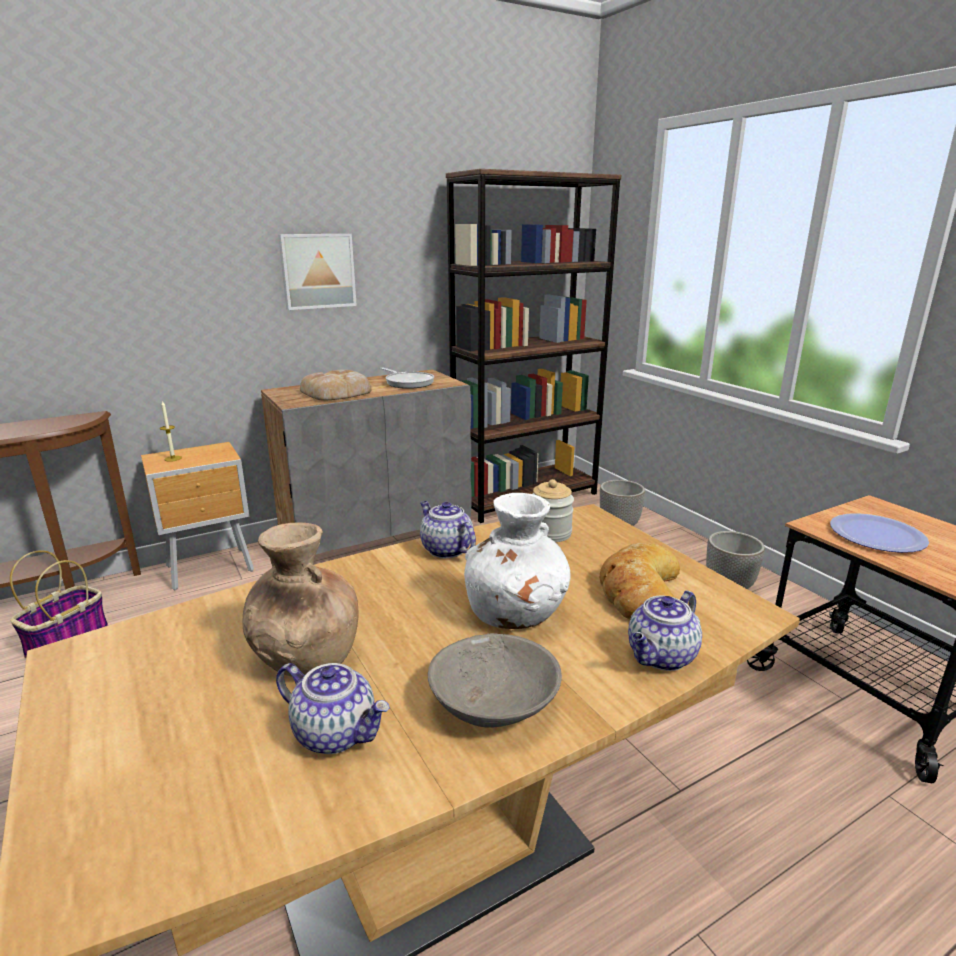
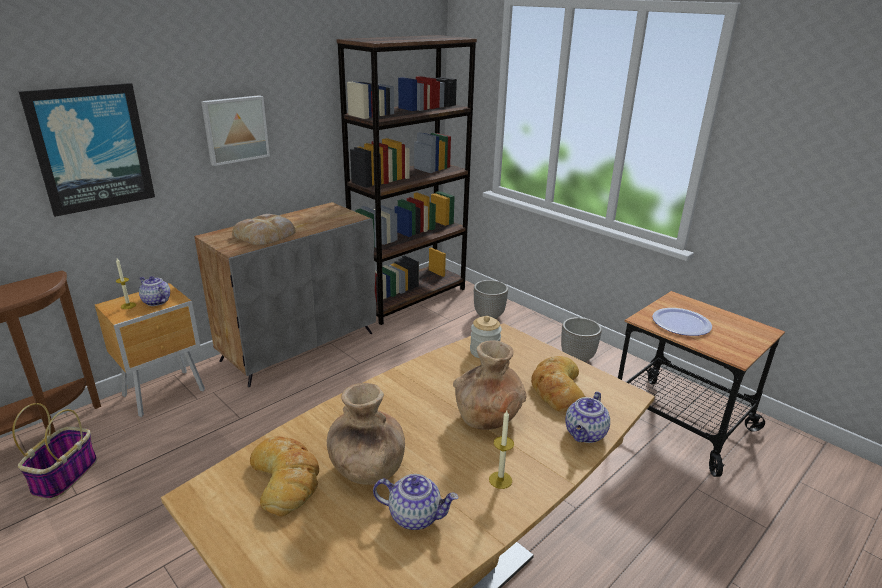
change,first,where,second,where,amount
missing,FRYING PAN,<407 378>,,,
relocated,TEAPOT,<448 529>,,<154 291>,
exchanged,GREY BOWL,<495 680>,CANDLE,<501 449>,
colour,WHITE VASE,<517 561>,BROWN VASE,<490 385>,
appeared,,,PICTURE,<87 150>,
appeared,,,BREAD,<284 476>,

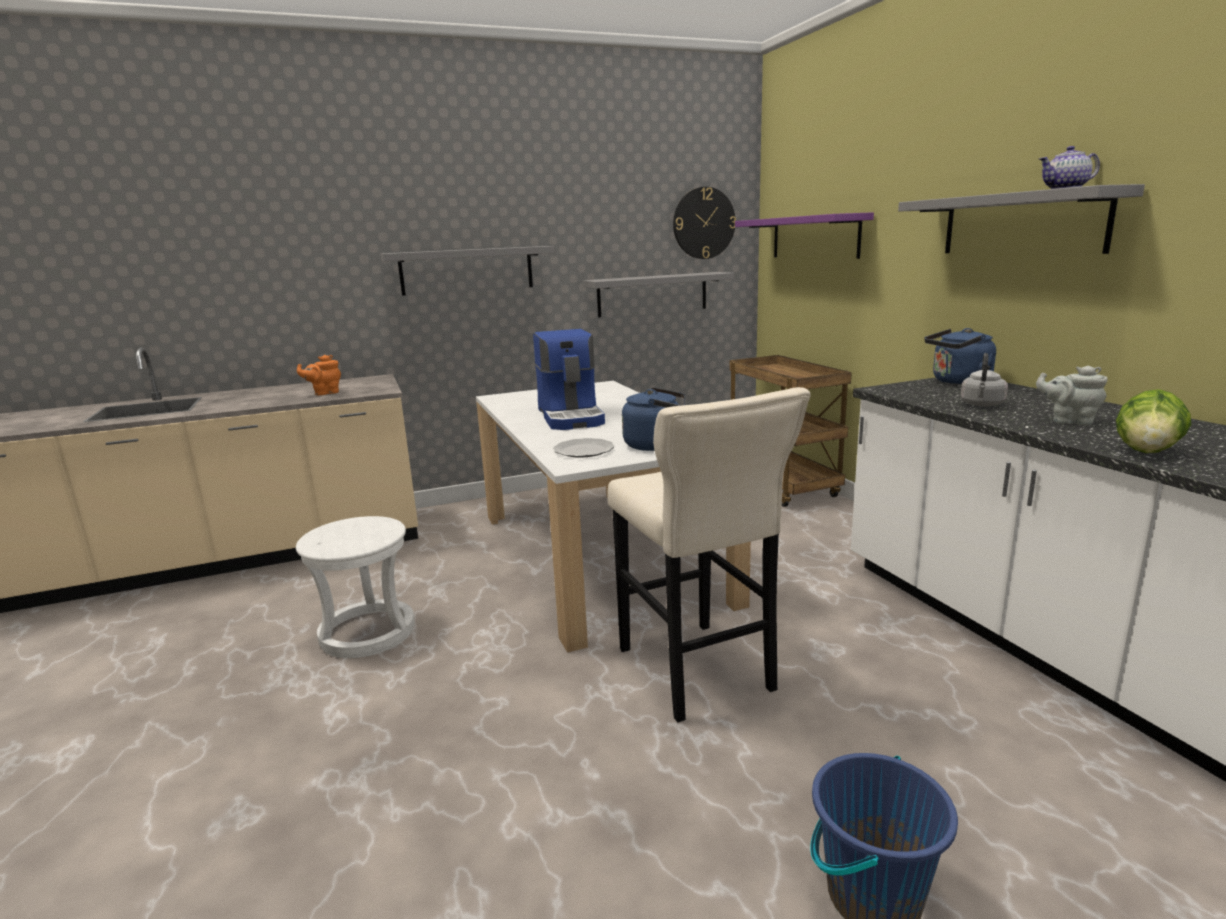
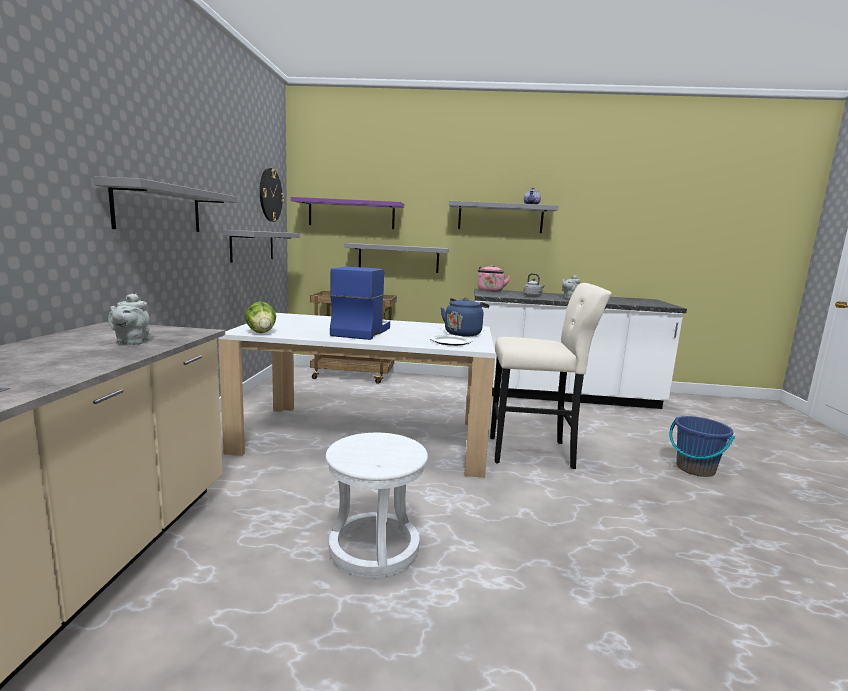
change,first,where,second,where,amount
colour,ORANGE TEAPOT,<319 375>,GREY TEAPOT,<129 319>,
spun,COFFEE MACHINE,<569 379>,,<360 303>,90 degrees counterclockwise
colour,BLUE KETTLE,<960 356>,PINK KETTLE,<494 278>,
relocated,LETTUCE,<1153 421>,,<260 317>,
appeared,,,GREY SHELF,<396 258>,

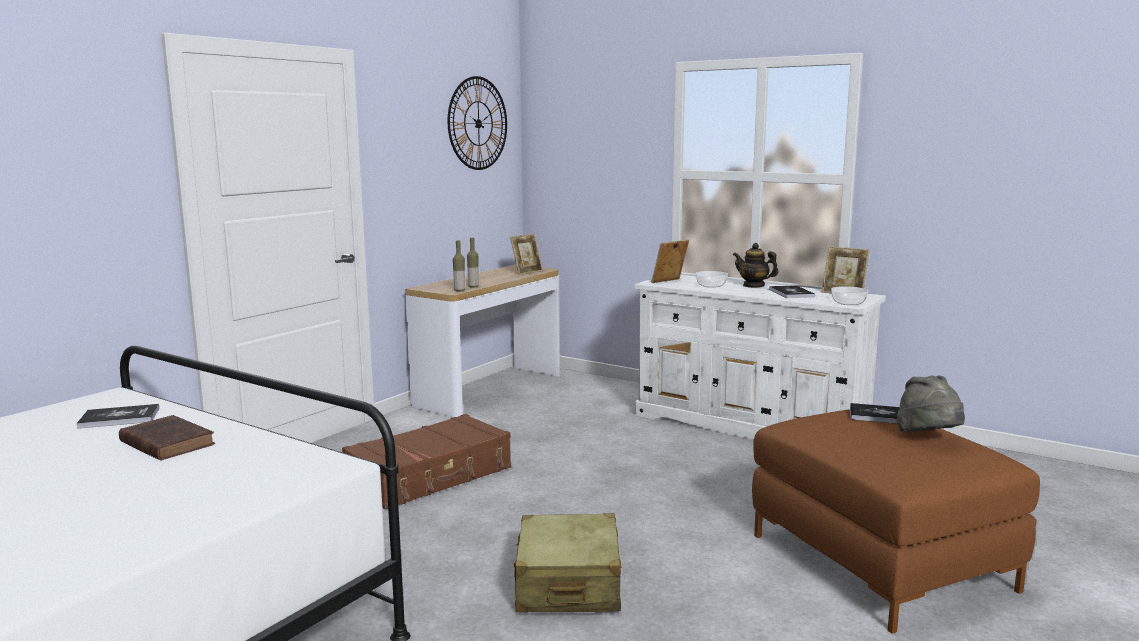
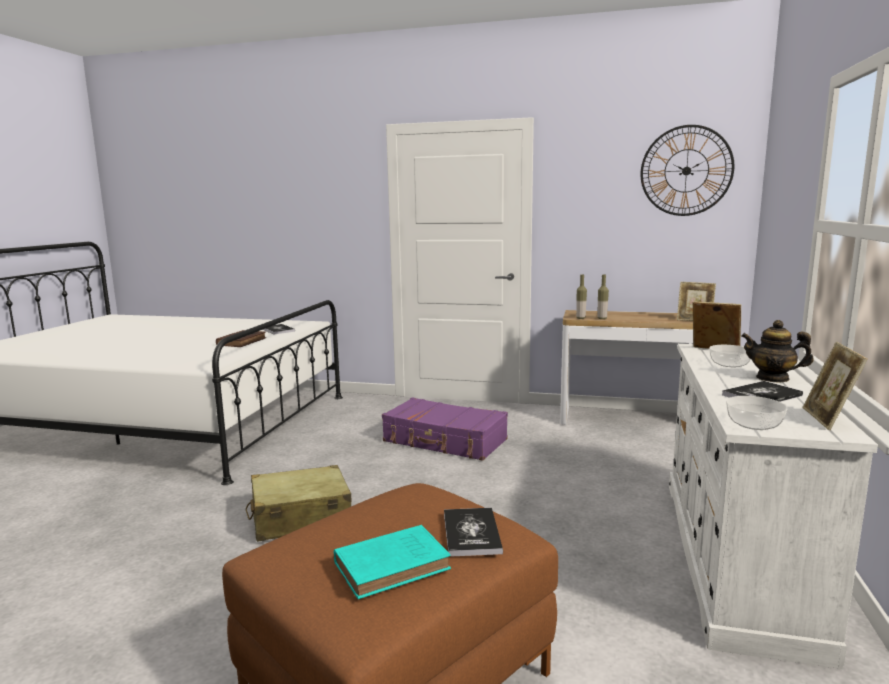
change,first,where,second,where,amount
colour,BROWN SUITCASE,<426 461>,PURPLE SUITCASE,<445 429>,
spun,TEAPOT,<756 265>,,<778 351>,75 degrees counterclockwise
exchanged,GREY HAT,<931 404>,TURQUOISE BOOK,<392 562>,

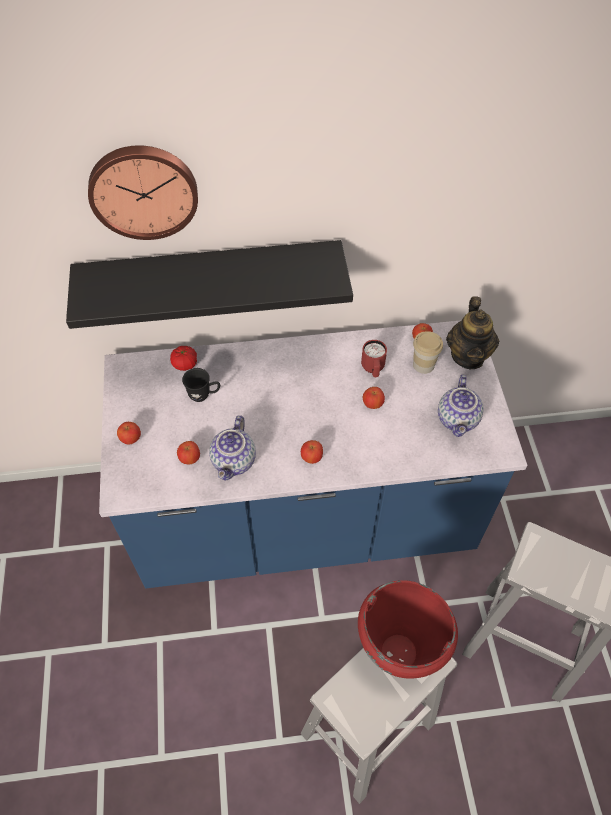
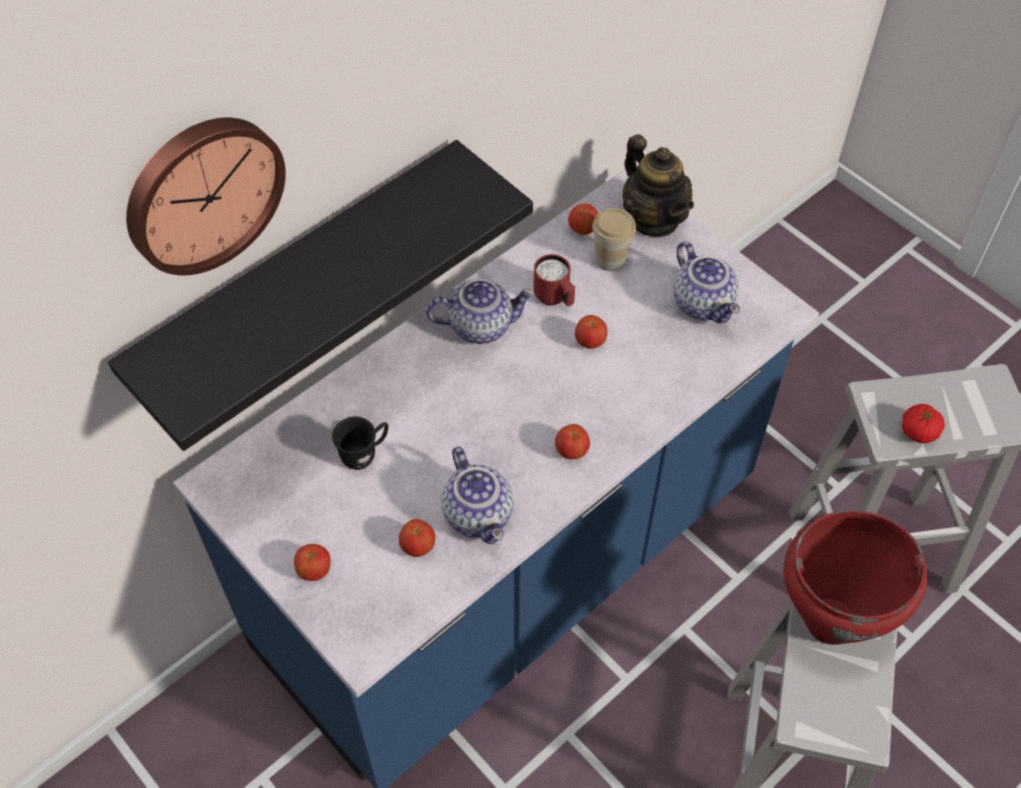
change,first,where,second,where,amount
relocated,TOMATO,<183 358>,,<923 423>,
appeared,,,TEAPOT,<480 311>,

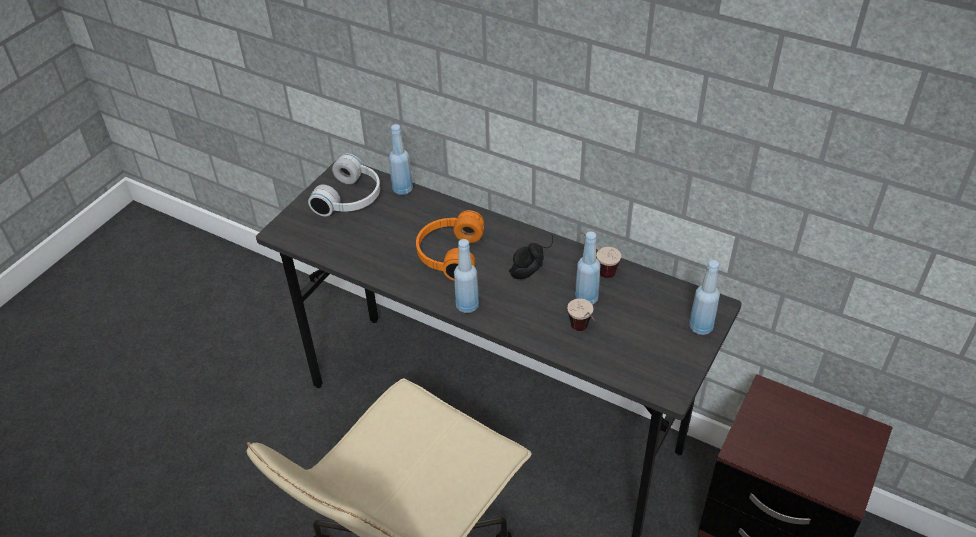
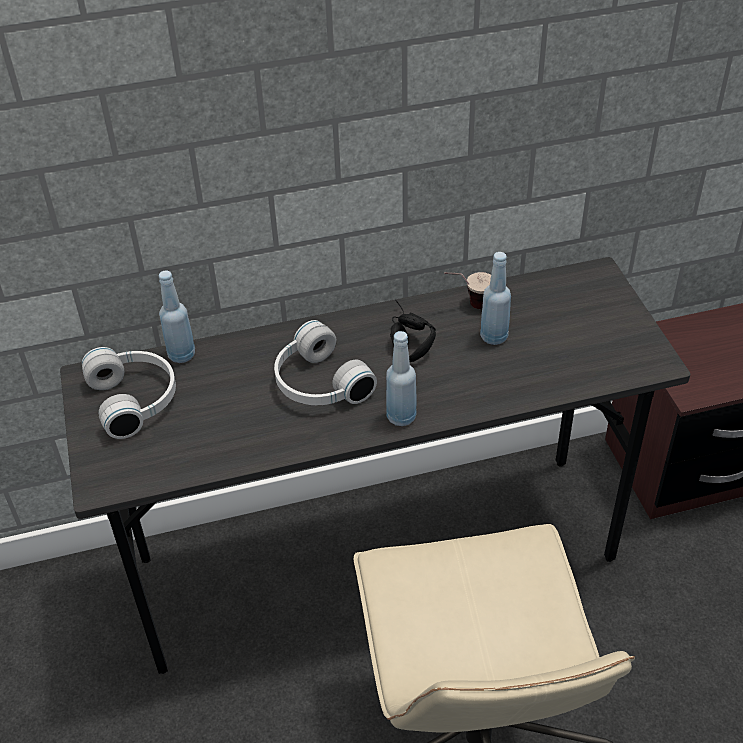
change,first,where,second,where,amount
colour,ORANGE HEADPHONES,<450 245>,WHITE HEADPHONES,<325 362>,
missing,CUP,<581 315>,,,
missing,BLUE BOTTLE,<704 297>,,,

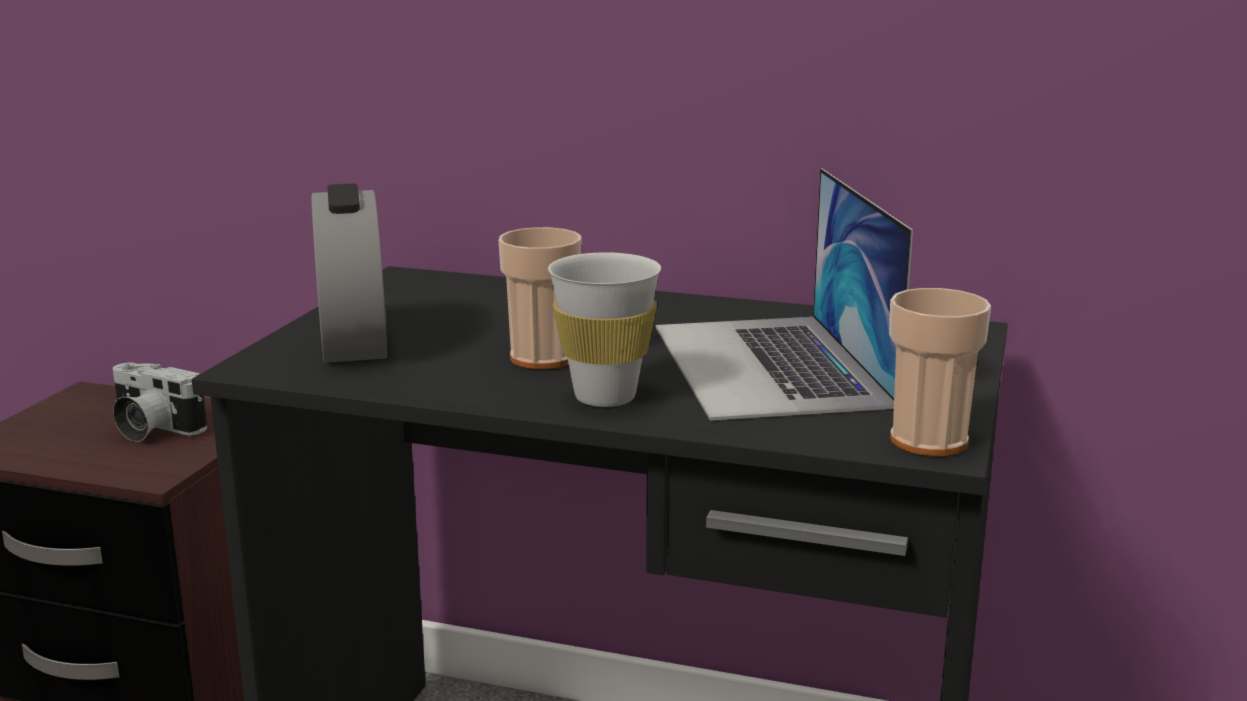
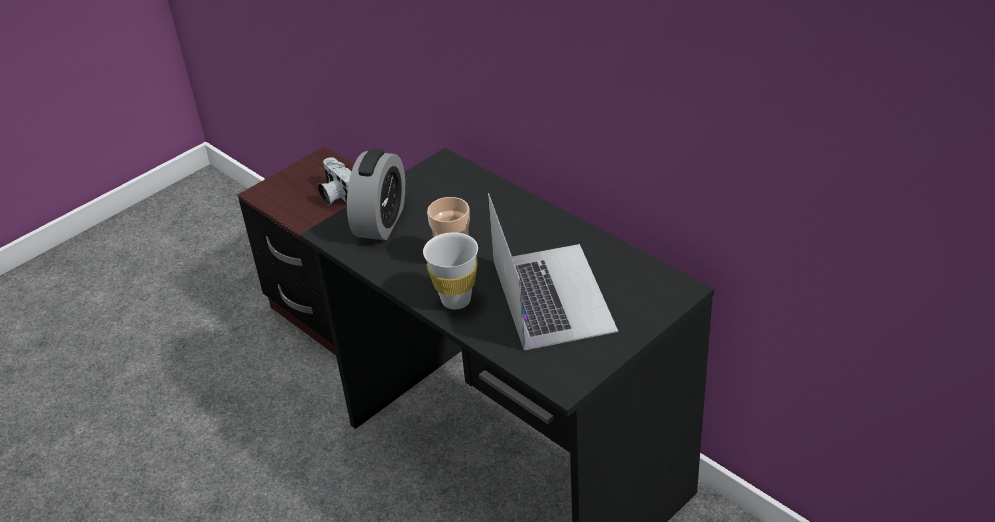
change,first,where,second,where,amount
spun,LAPTOP,<784 294>,,<553 272>,150 degrees clockwise
missing,CUP,<940 372>,,,

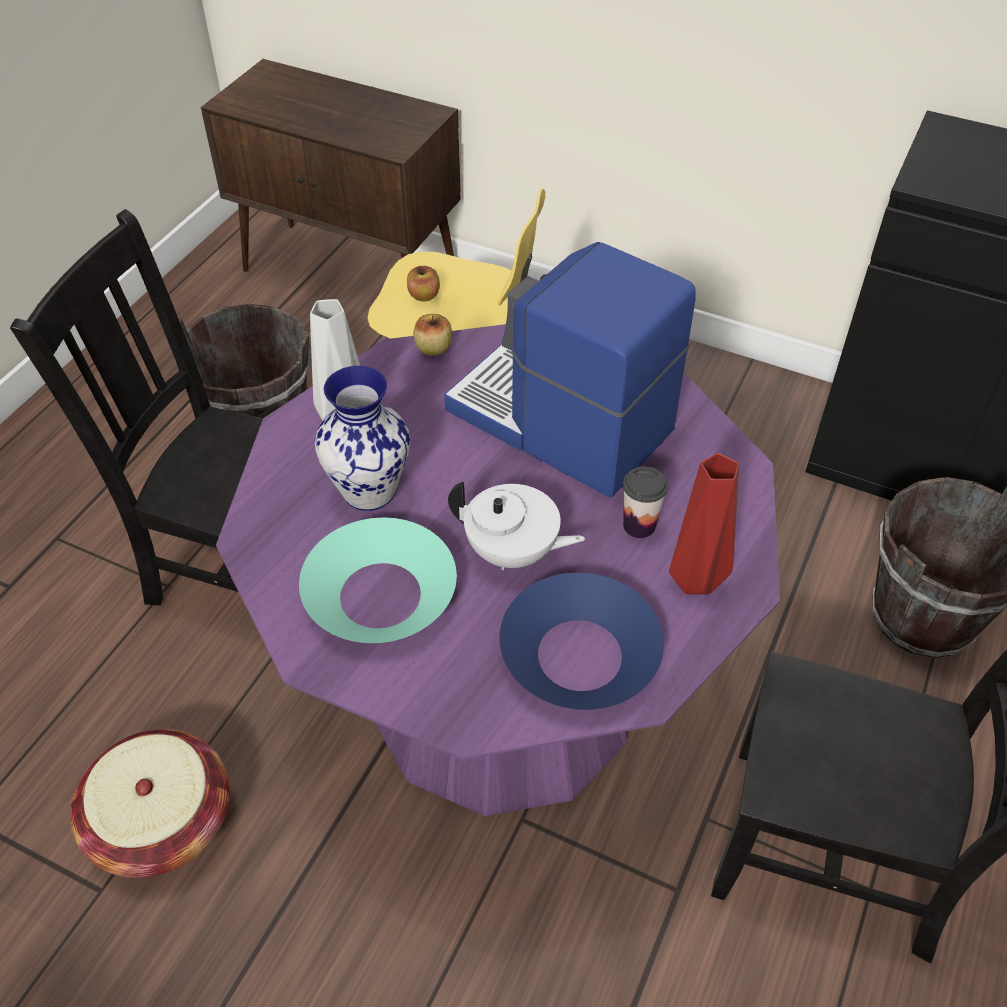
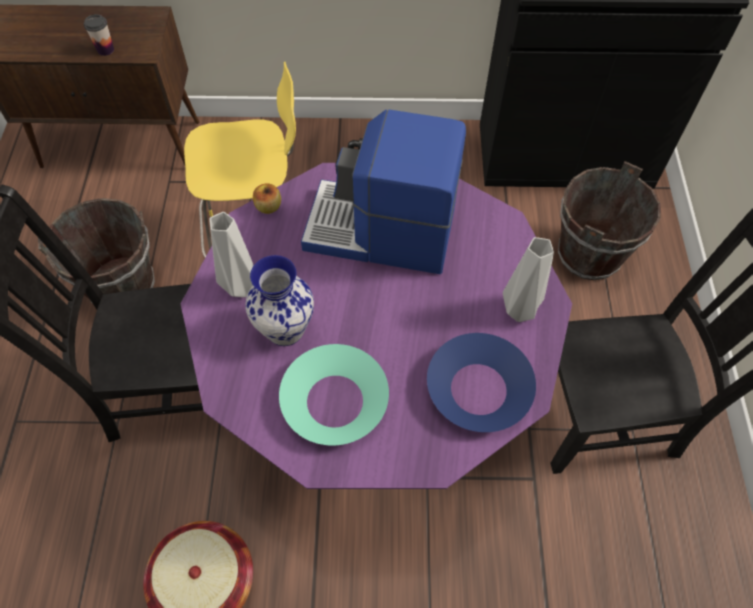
change,first,where,second,where,amount
missing,APPLE,<423 284>,,,
missing,WHITE TEAPOT,<516 526>,,,
relocated,CUP,<645 502>,,<99 35>,
colour,RED VASE,<704 524>,GREY VASE,<528 279>,

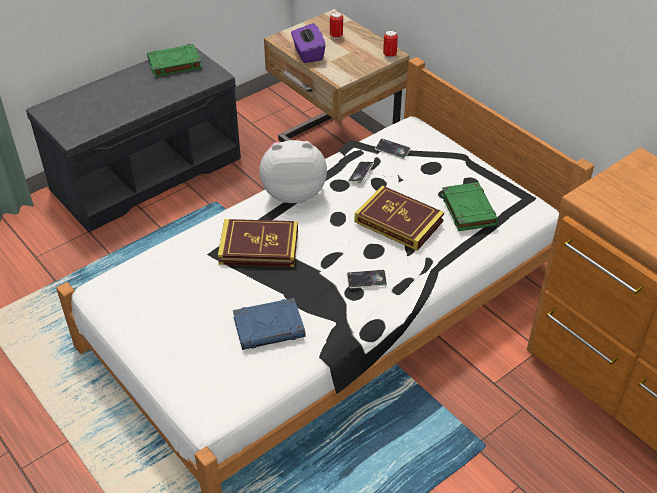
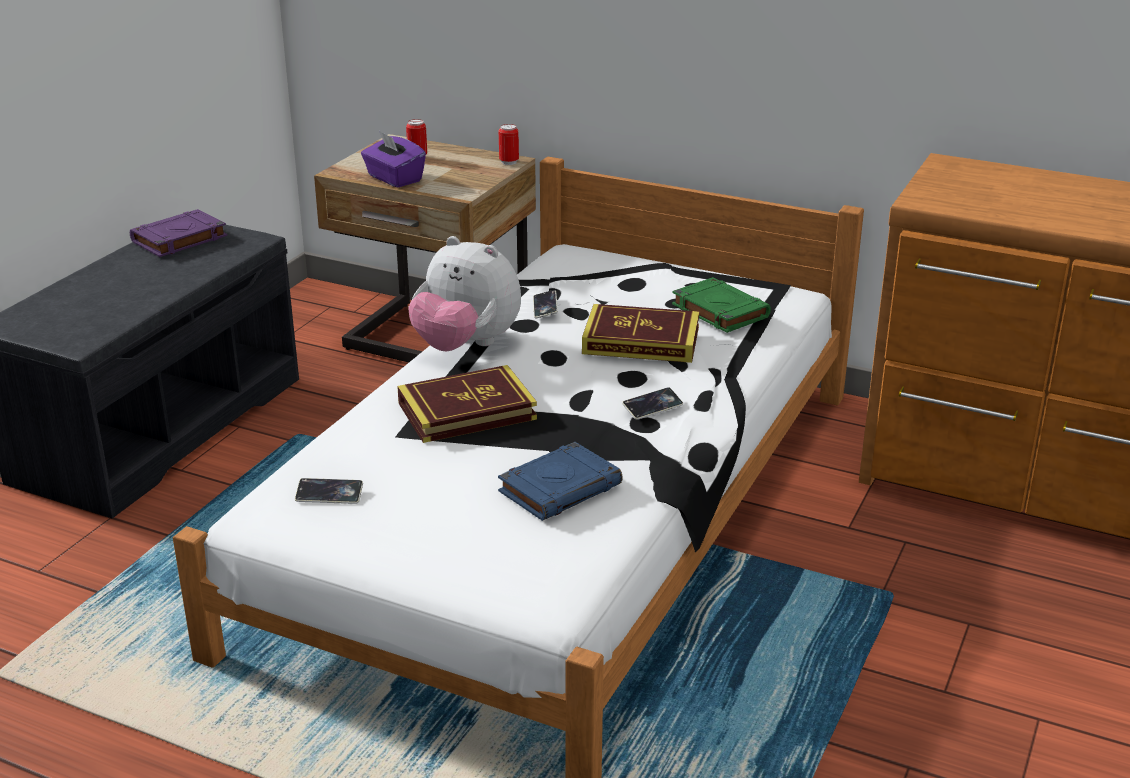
change,first,where,second,where,amount
colour,GREEN BOOK,<174 60>,PURPLE BOOK,<178 233>,
spun,PLUSH TOY,<293 171>,,<464 294>,120 degrees counterclockwise
relocated,PHONE,<393 148>,,<329 491>,

